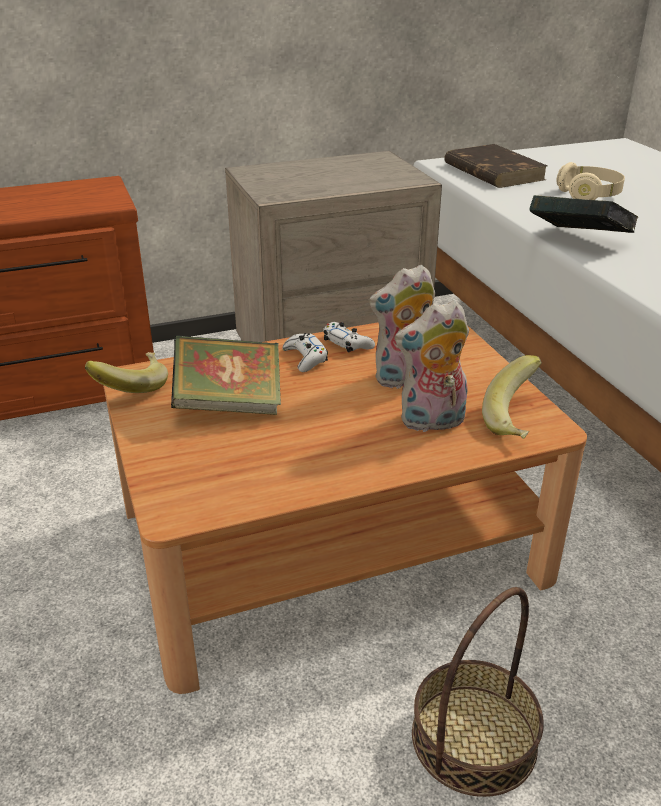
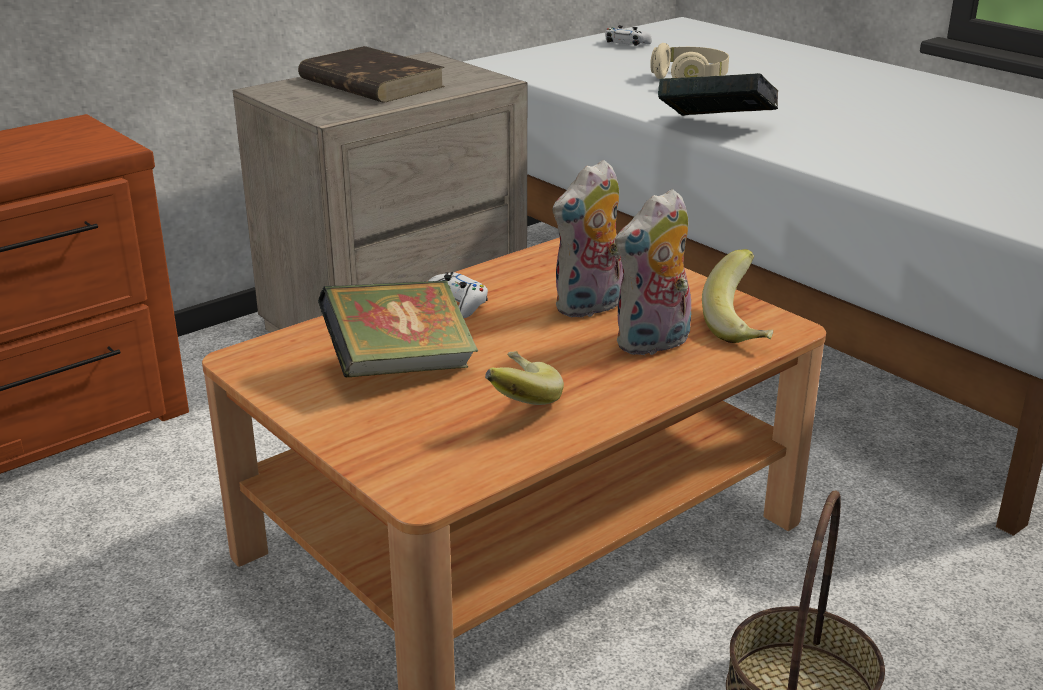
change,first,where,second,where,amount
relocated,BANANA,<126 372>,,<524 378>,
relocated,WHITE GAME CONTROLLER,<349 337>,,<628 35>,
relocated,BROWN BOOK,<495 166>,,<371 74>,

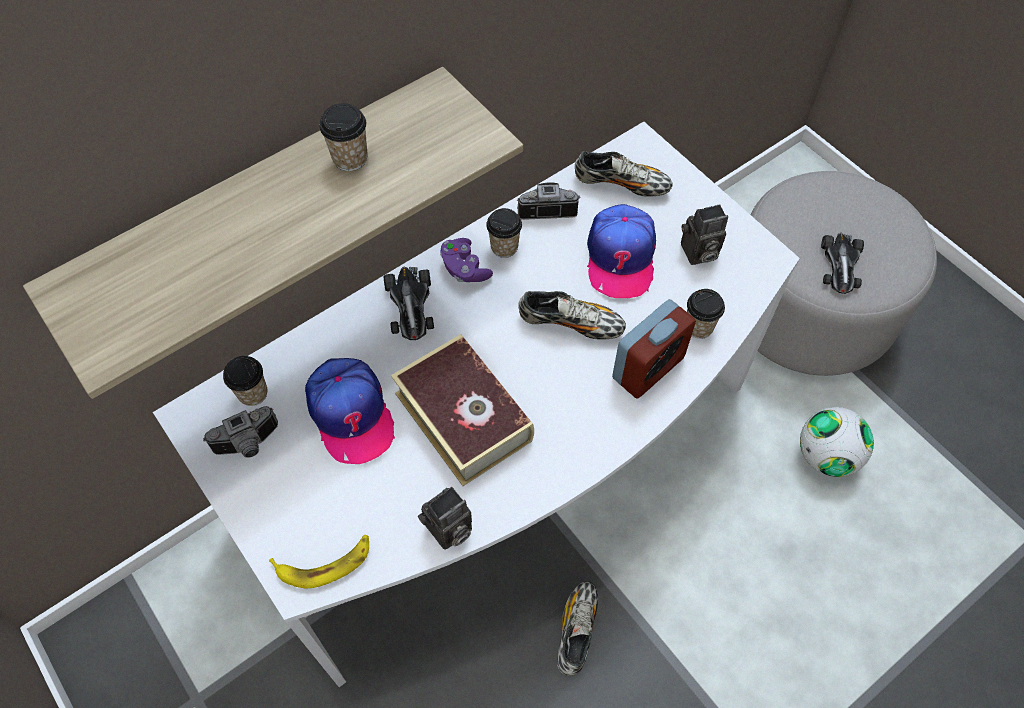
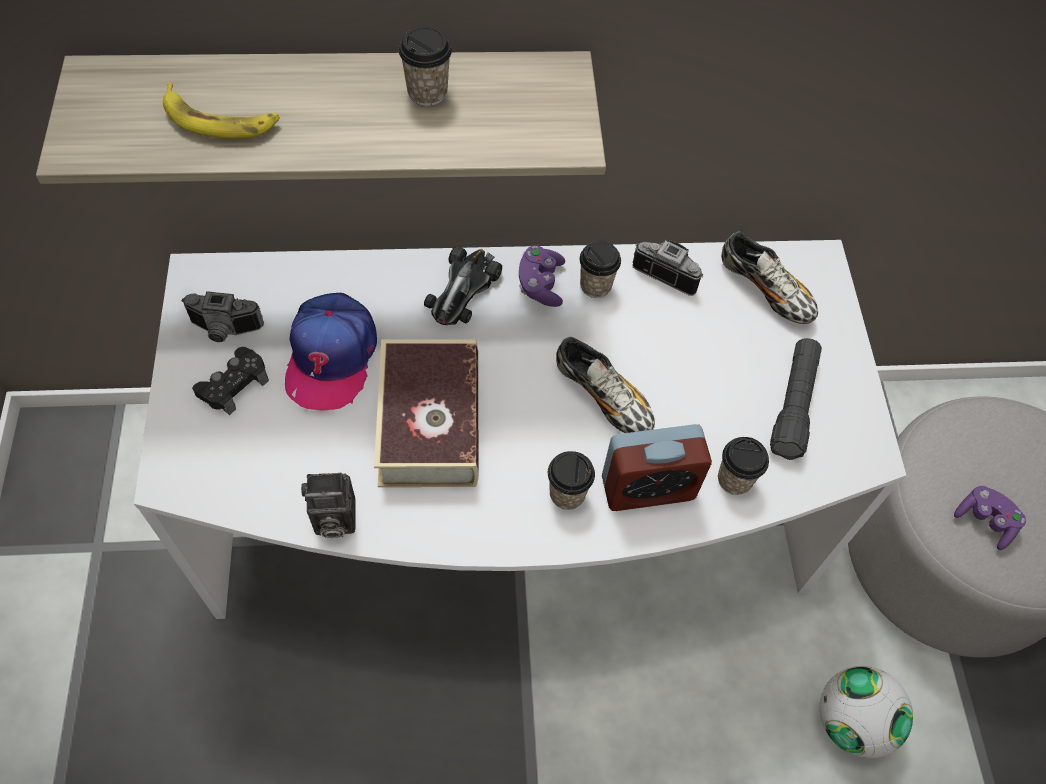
change,first,where,second,where,amount
relocated,CUP,<245 381>,,<571 480>,
relocated,BANANA,<319 561>,,<221 111>,
missing,SHOE,<577 628>,,,
missing,CAP,<621 251>,,,
exchanged,PHOTO CAMERA,<704 234>,BLACK FLASHLIGHT,<796 399>,
exchanged,TOY CAR,<842 263>,PURPLE GAME CONTROLLER,<990 518>,
appeared,,,BLACK GAME CONTROLLER,<230 381>,

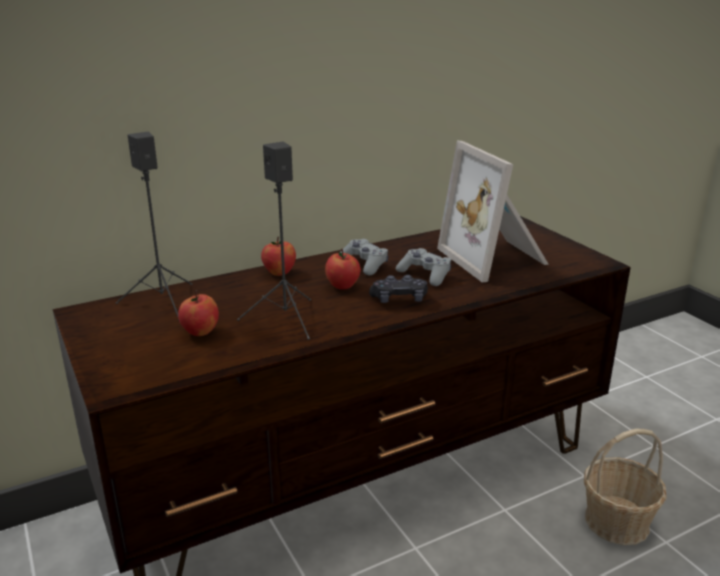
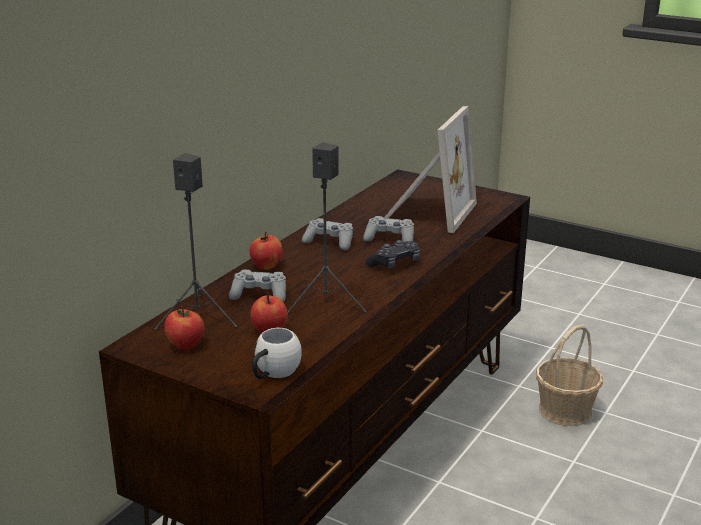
change,first,where,second,where,amount
relocated,APPLE,<343 269>,,<184 328>,
spun,PICTURE FRAME,<493 212>,,<430 169>,105 degrees counterclockwise
appeared,,,GREY GAME CONTROLLER,<257 286>,
appeared,,,WHITE MUG,<277 353>,

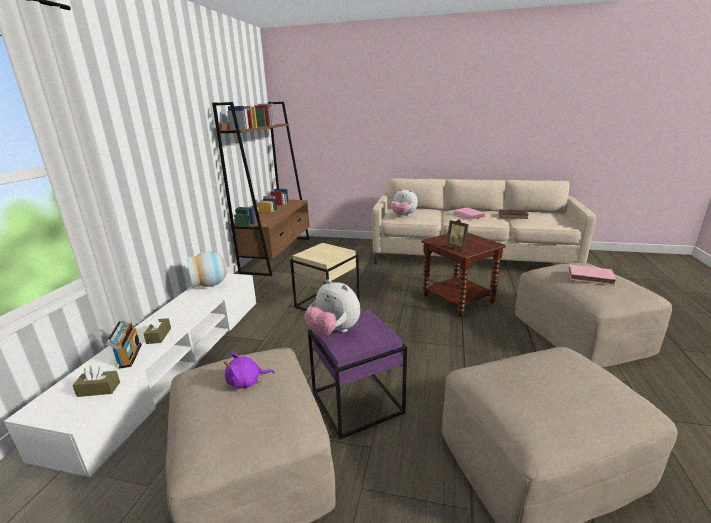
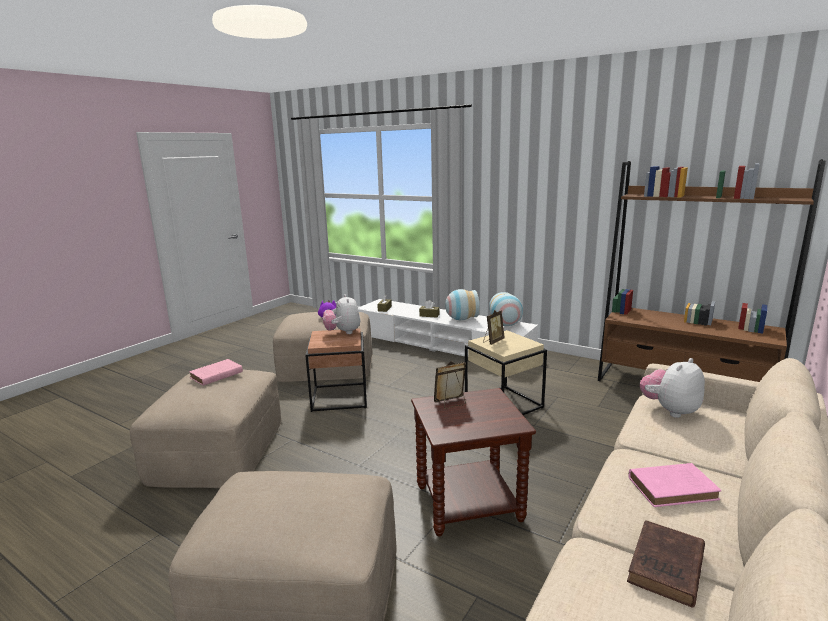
change,first,where,second,where,amount
missing,RADIO,<123 344>,,,
spun,PLUSH TOY,<332 307>,,<341 314>,75 degrees counterclockwise
colour,PURPLE SIDE TABLE,<357 375>,BROWN SIDE TABLE,<336 370>,
relocated,PINK BOOK,<592 275>,,<216 372>,
appeared,,,VASE,<462 304>,
appeared,,,PICTURE FRAME,<494 327>,

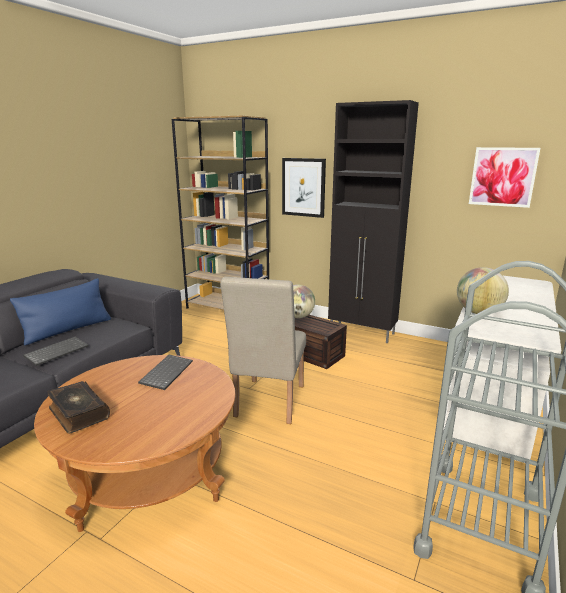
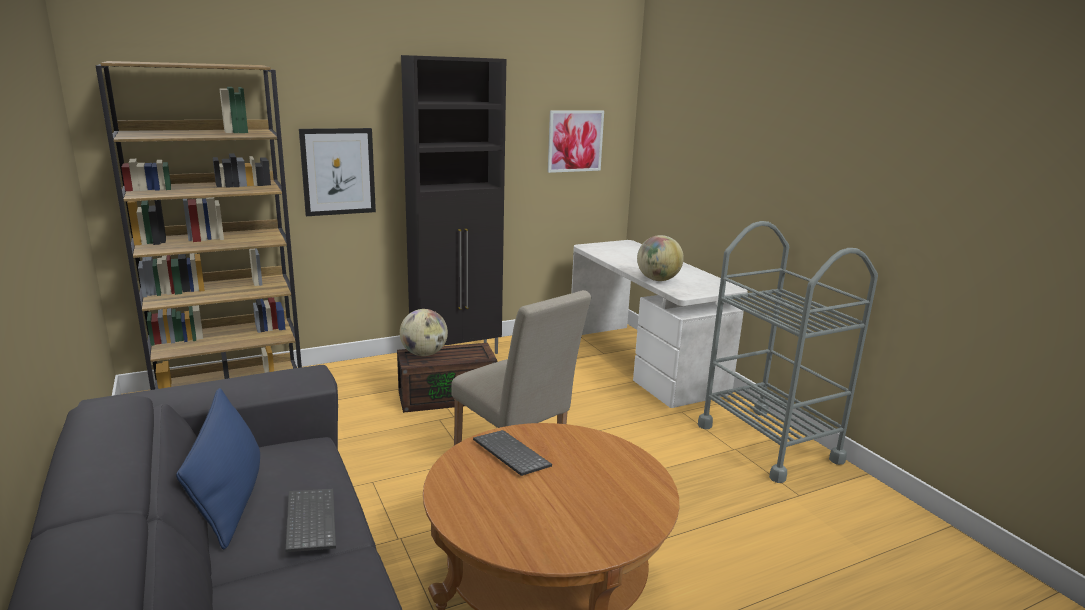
change,first,where,second,where,amount
missing,BOOK,<78 407>,,,

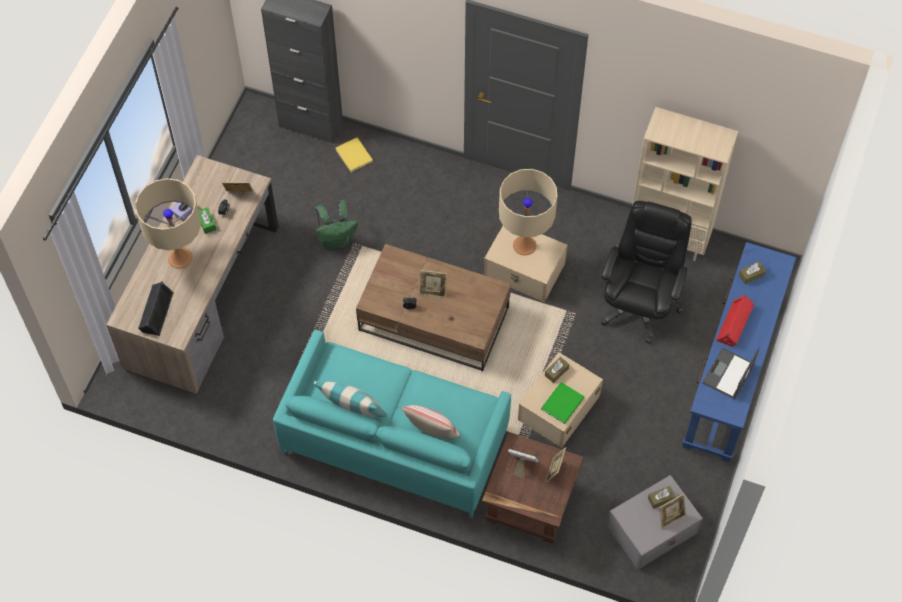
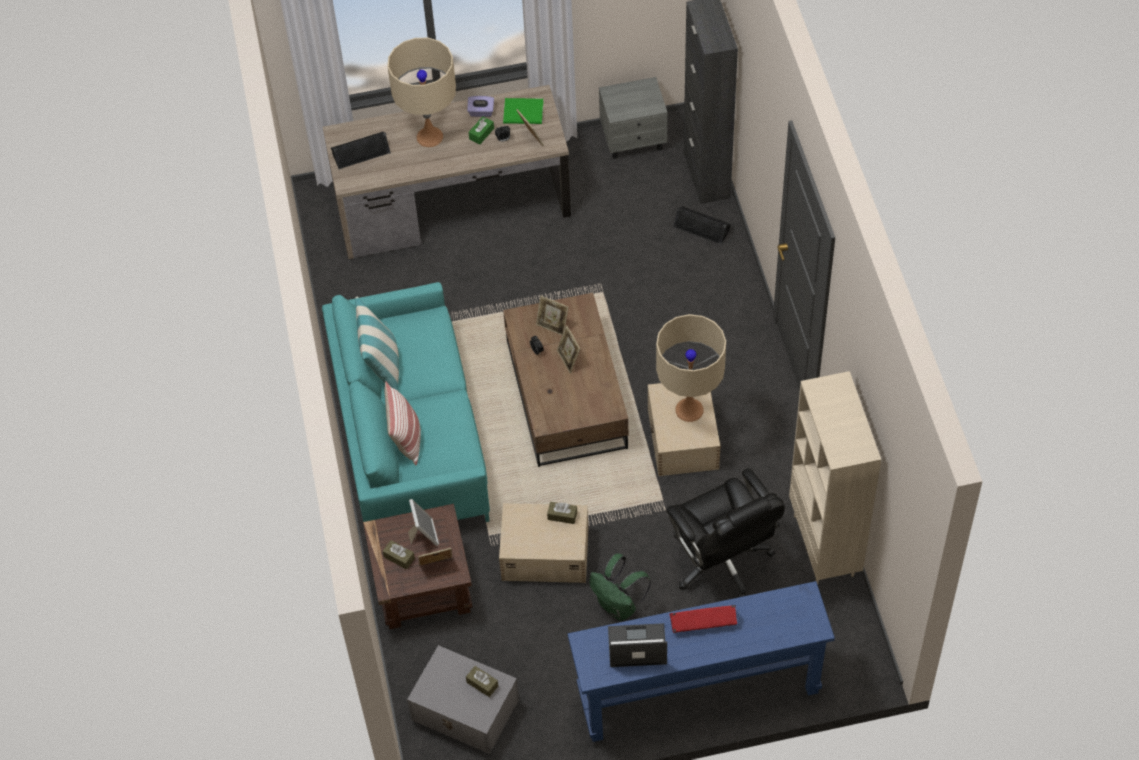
change,first,where,second,where,amount
relocated,GREEN BACKPACK,<336 225>,,<620 587>,
exchanged,YELLOW BOOK,<354 154>,BLACK SPEAKER,<702 225>,
relocated,GREEN BOOK,<563 403>,,<523 111>,
spun,BLACK OFFICE CHAIR,<646 272>,,<725 533>,75 degrees clockwise
relocated,PICTURE FRAME,<672 511>,,<552 315>,
relocated,BROWN TISSUE BOX,<752 272>,,<399 554>,
appeared,,,GREY NIGHTSTAND,<633 118>,

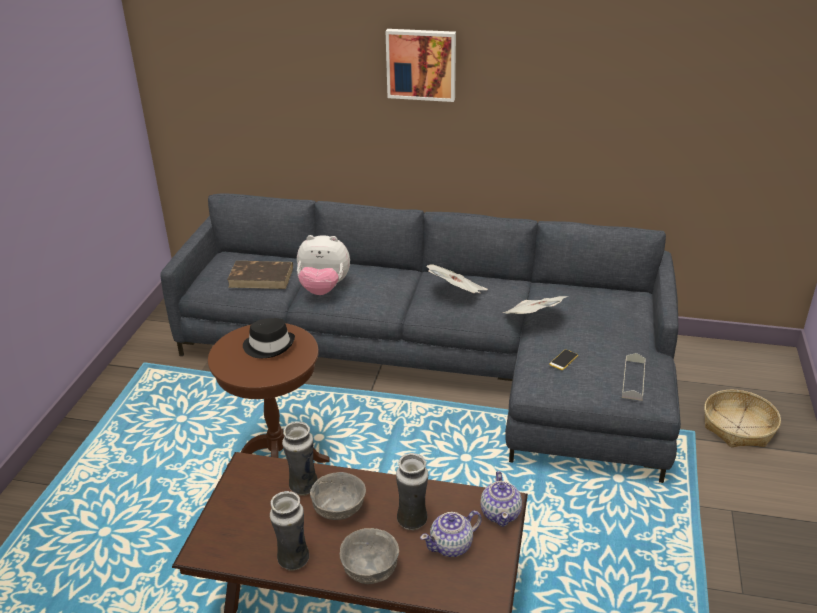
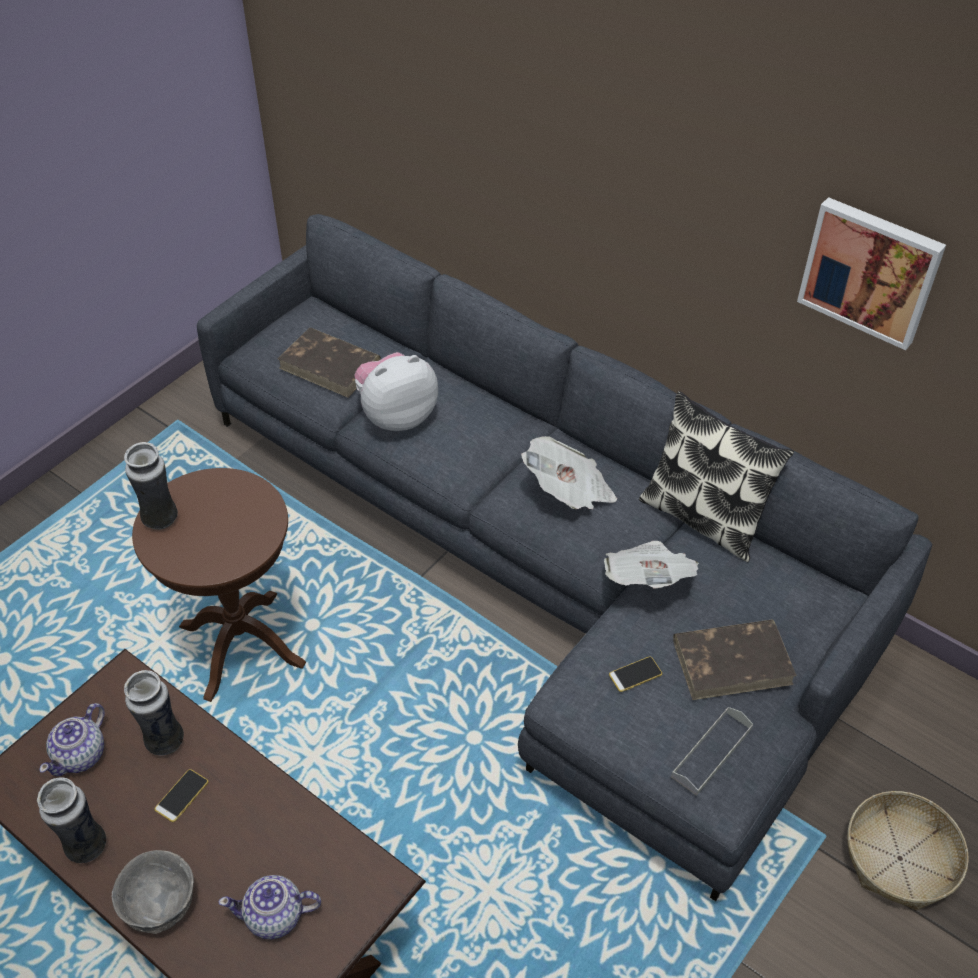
change,first,where,second,where,amount
missing,BLACK HAT,<269 338>,,,
spun,PLUSH TOY,<323 265>,,<396 391>,120 degrees clockwise
exchanged,GREY BOWL,<338 496>,PHONE,<181 795>,
relocated,PICTURE,<420 65>,,<871 273>,
relocated,VASE,<412 491>,,<151 486>,
relocated,TEAPOT,<501 499>,,<72 739>,
appeared,,,PILLOW,<716 477>,
appeared,,,BROWN BOOK,<735 659>,

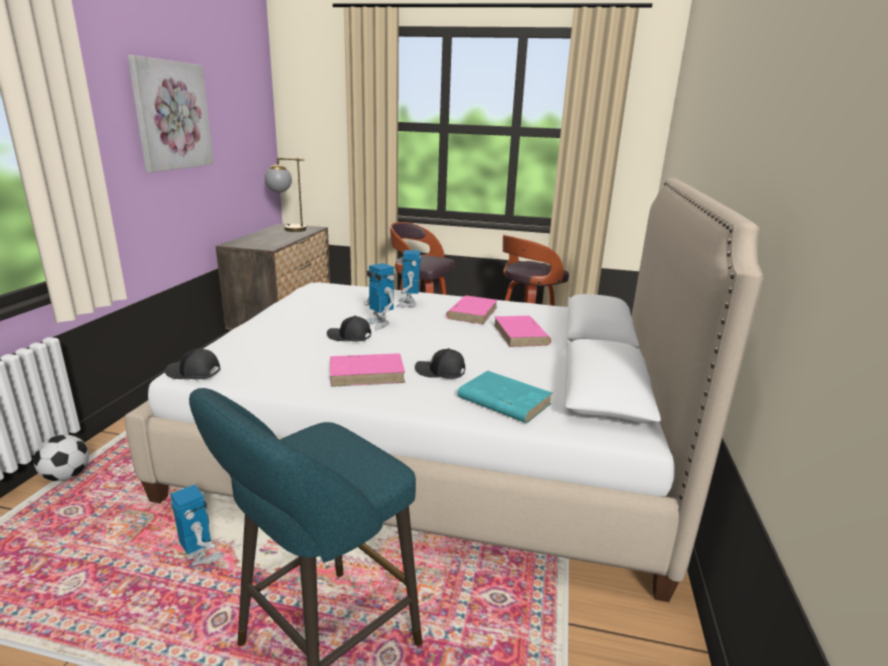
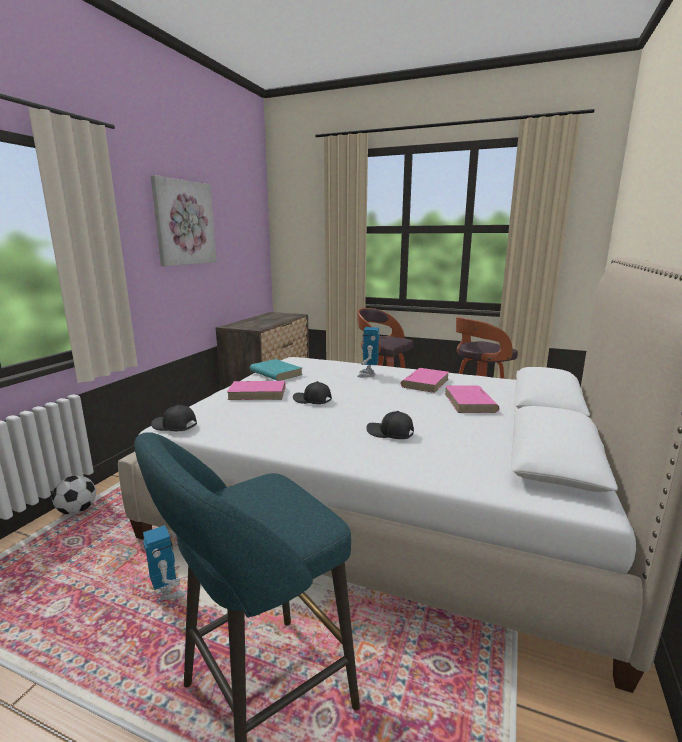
change,first,where,second,where,amount
missing,TABLE LAMP,<285 195>,,,
relocated,PINK BOOK,<367 370>,,<256 390>,
missing,TOY ROBOT,<379 296>,,,
relocated,TURQUOISE BOOK,<504 397>,,<276 370>,

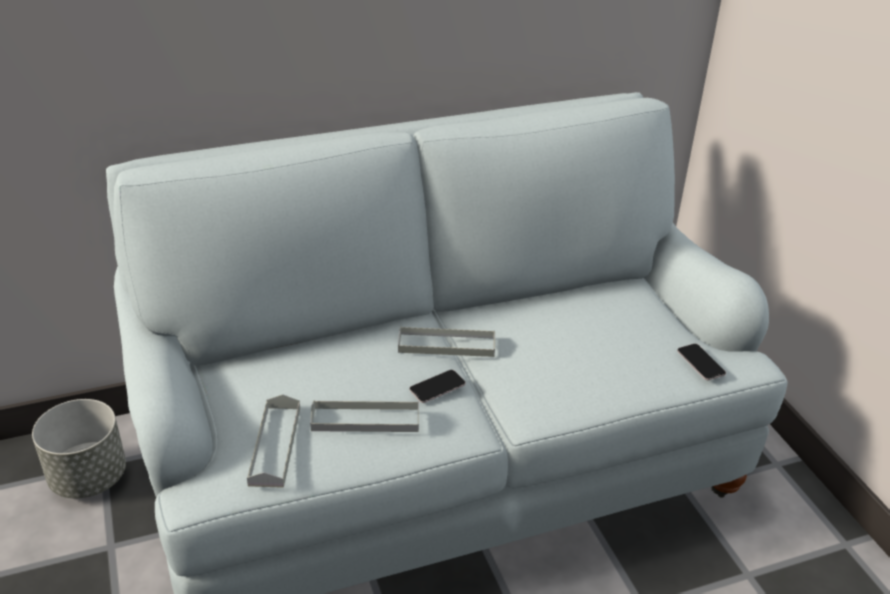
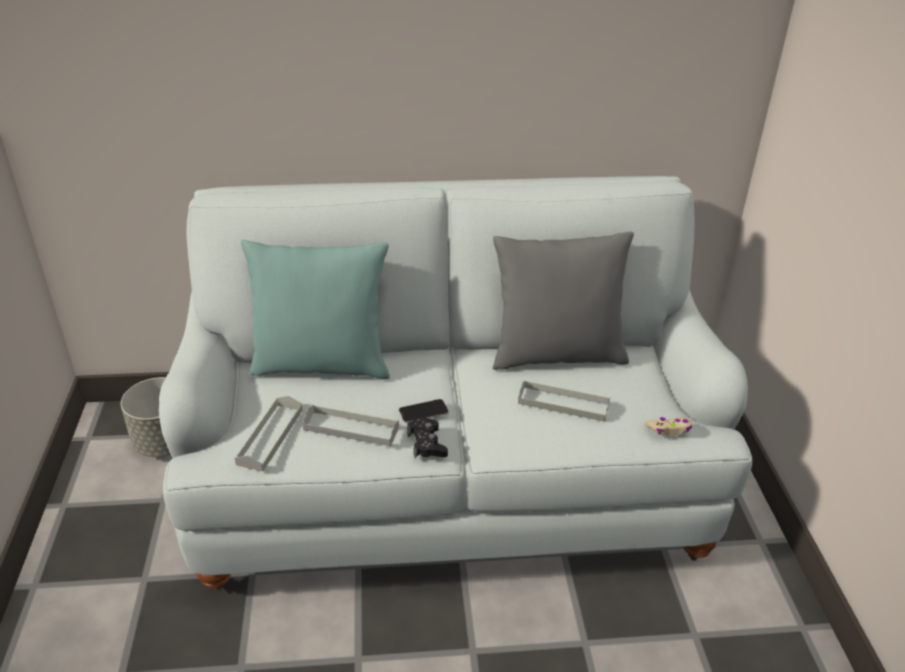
change,first,where,second,where,amount
relocated,GREY TRAY,<446 341>,,<564 401>,
exchanged,PHONE,<701 361>,BEIGE GAME CONTROLLER,<668 426>,
appeared,,,TURQUOISE PILLOW,<315 309>,
appeared,,,BLACK GAME CONTROLLER,<427 437>,
appeared,,,GREY PILLOW,<563 301>,

